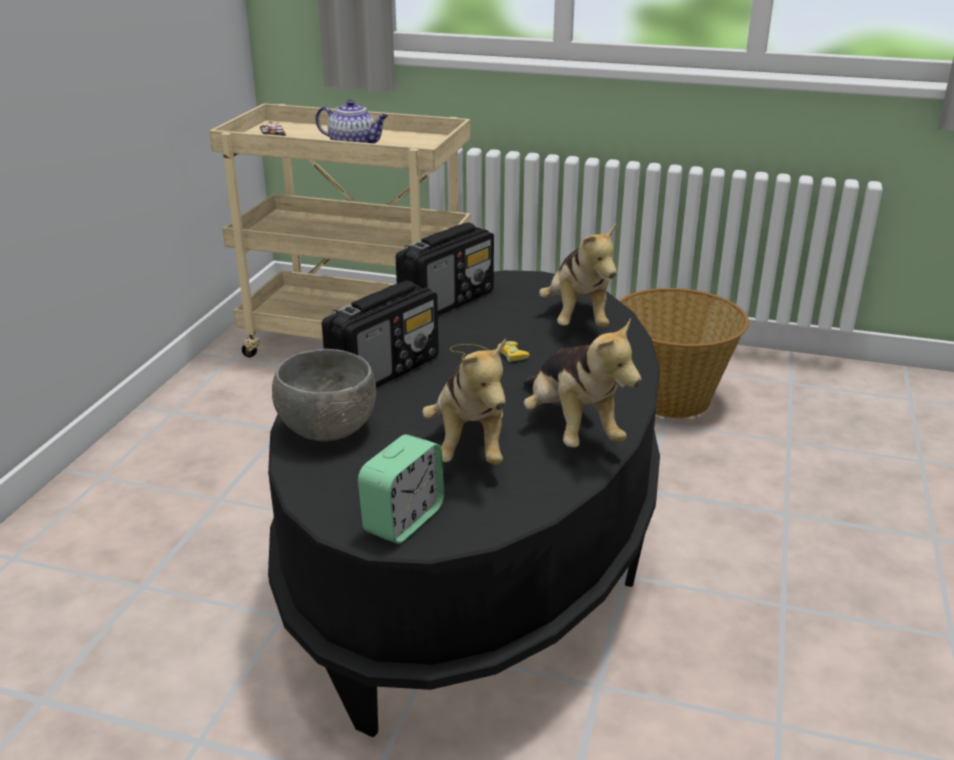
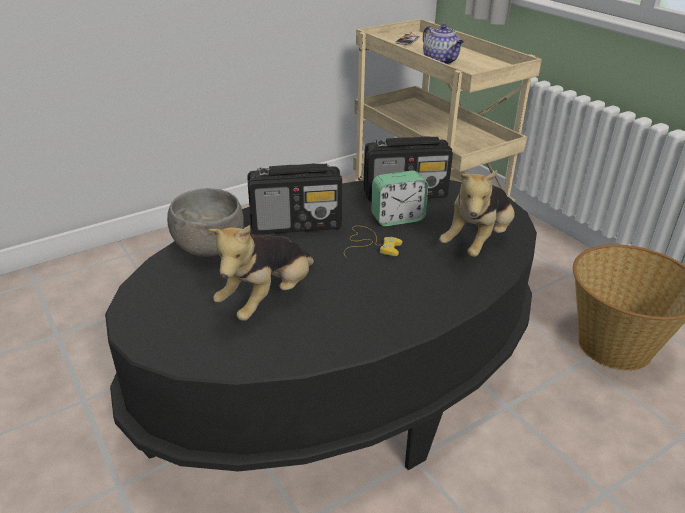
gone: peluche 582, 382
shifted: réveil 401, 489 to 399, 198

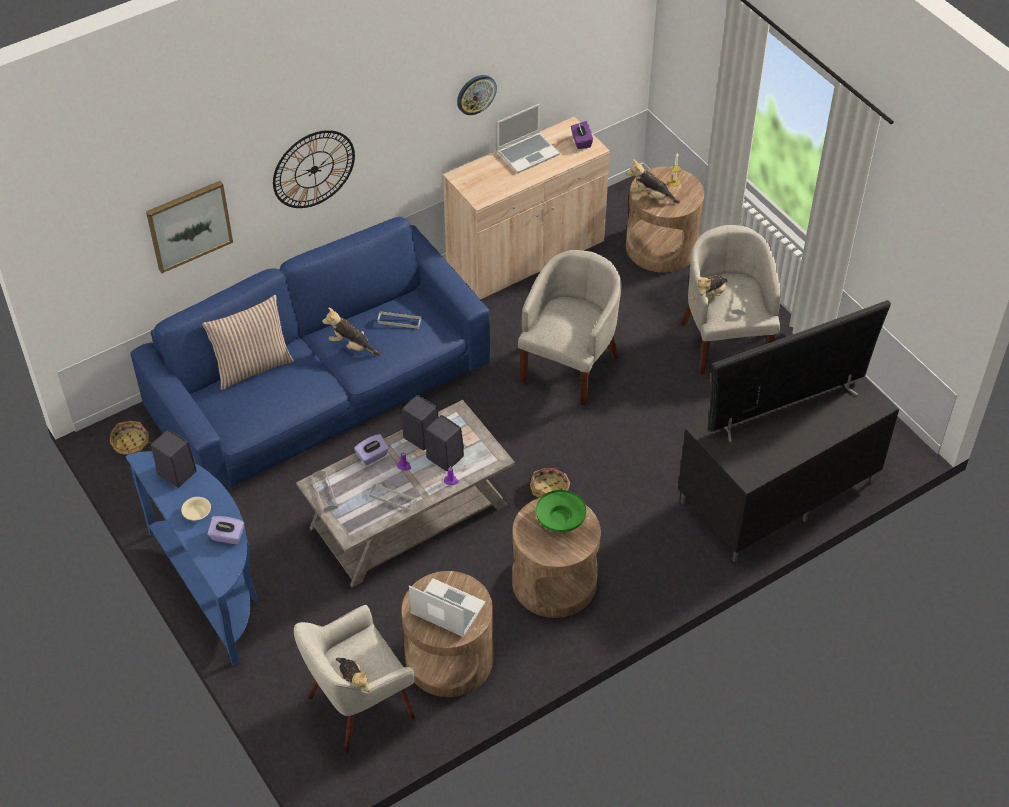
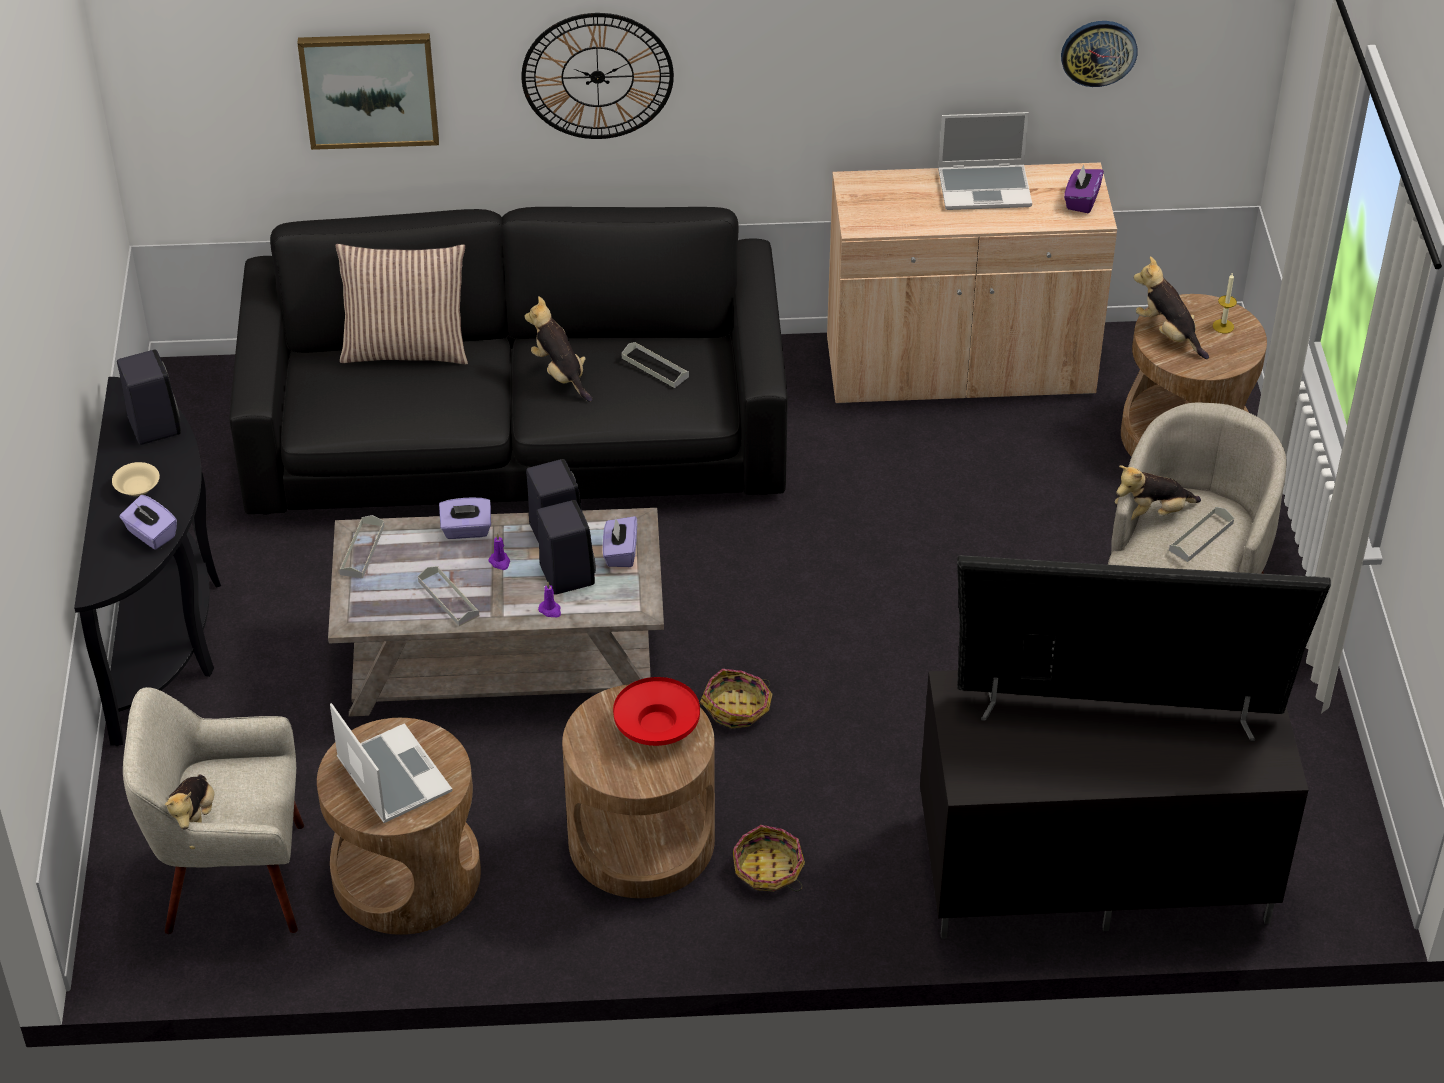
gone: fauteuil/beige 569, 328
new: boîte à mouchoirs/violet 619, 541
shifted: panier 130, 438 to 769, 858; horloge murale 477, 95 to 1099, 54
repainted: table console/bleu 192, 558 to table console/noir 147, 561; canapé/bleu 310, 354 to canapé/noir 508, 361; bol/vert 561, 511 to bol/rouge 656, 711

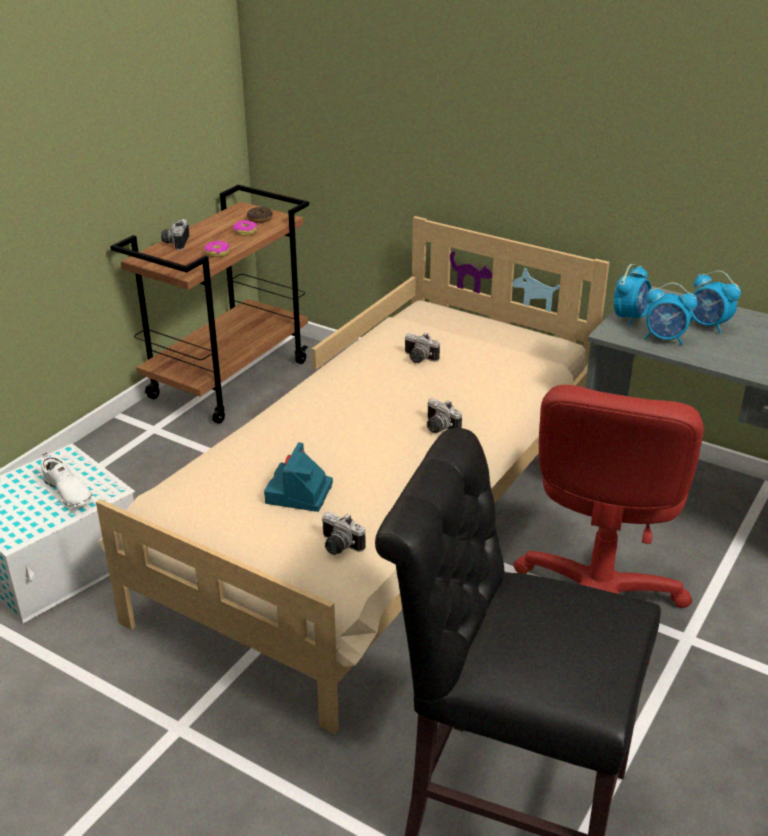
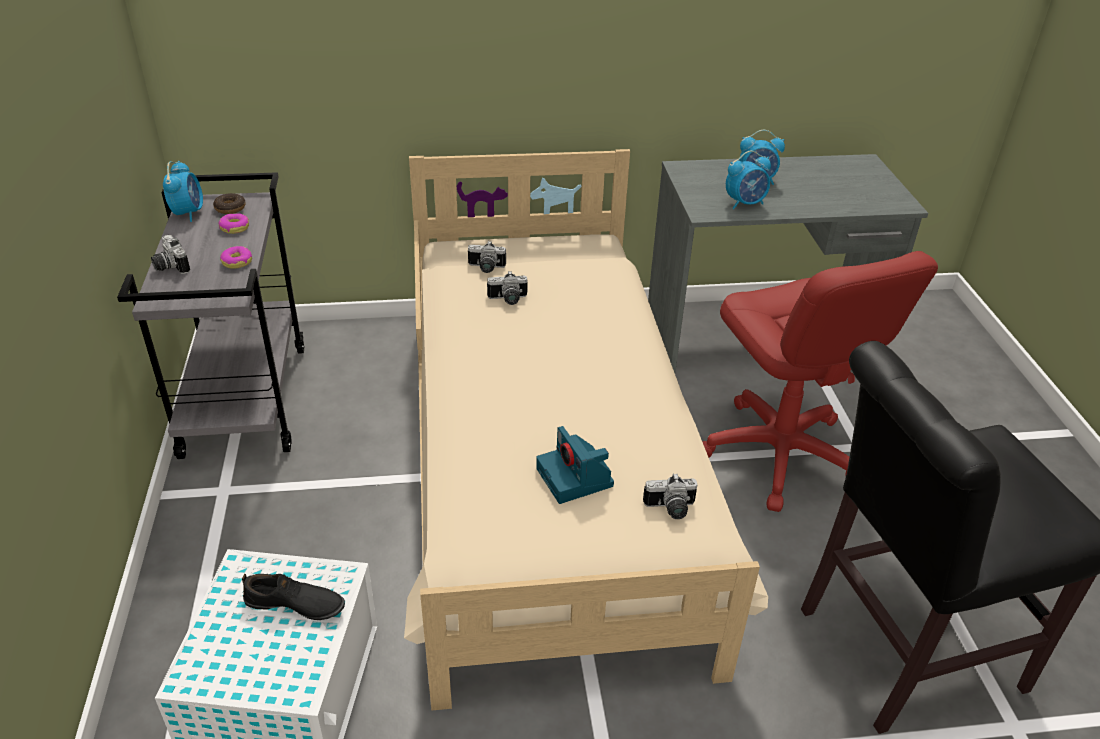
shifted: réveil 633, 295 to 183, 191; appareil photo 444, 415 to 487, 257
repainted: chariot/marron 209, 304 to chariot/gris 210, 315; chaussure/blanc 66, 480 to chaussure/noir 293, 597

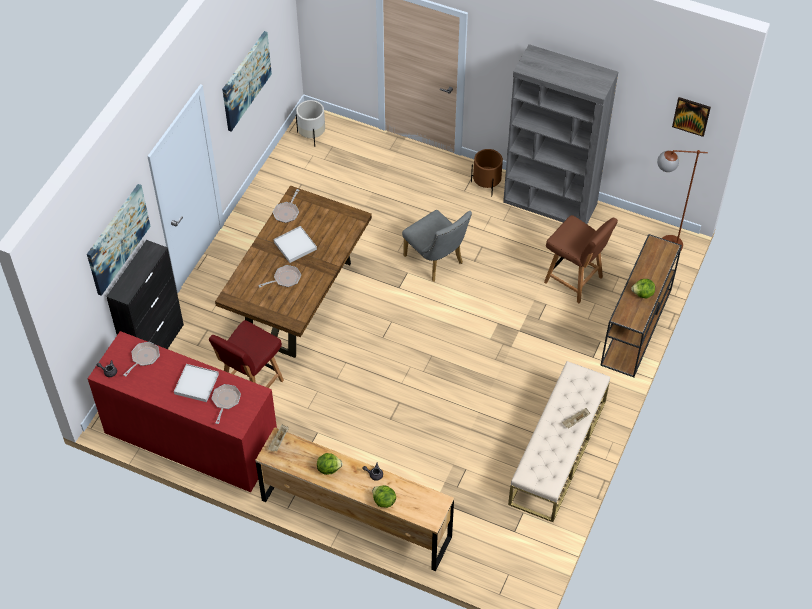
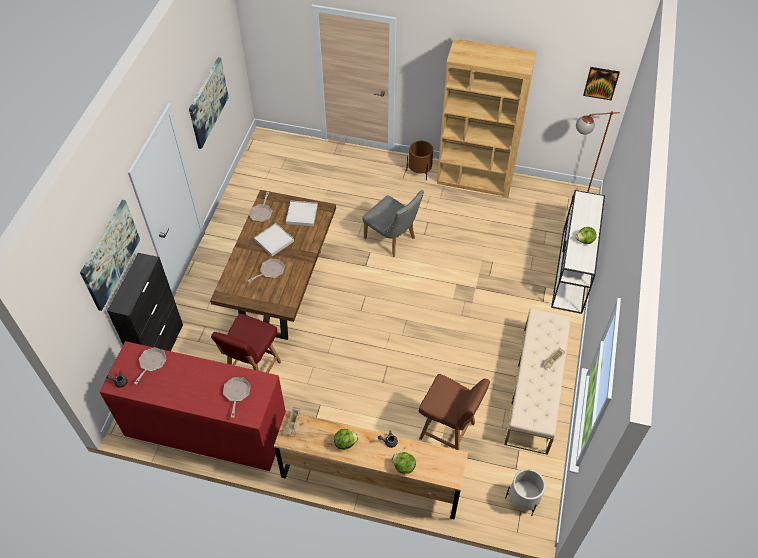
shifted: plateau/blanc 196, 383 to 302, 213; chaise/marron 581, 259 to 454, 412; cache-pot/blanc 310, 123 to 525, 492
repainted: bibliothèque/gris 560, 134 to bibliothèque/marron 487, 118; table console/marron 641, 305 to table console/blanc 578, 252

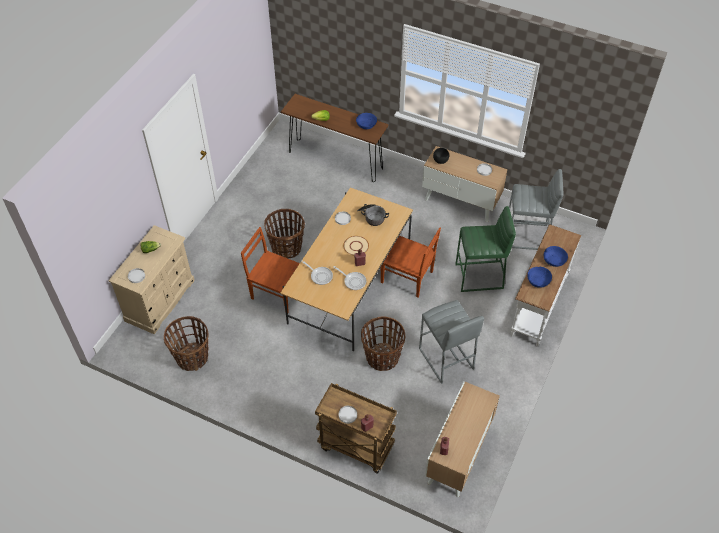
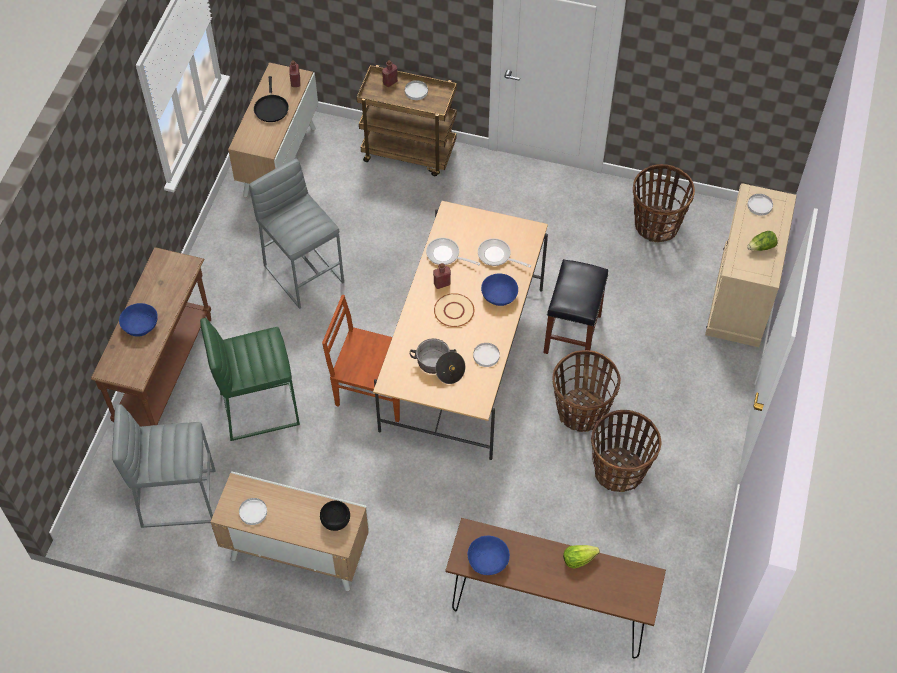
new: poêle/noir 271, 99
shifted: bol/bleu 539, 277 to 499, 290; panier 383, 343 to 626, 451
swapped: chaise/marron 270, 270 to tabouret/noir 575, 309
repainted: table console/blanc 546, 285 to table console/marron 151, 336

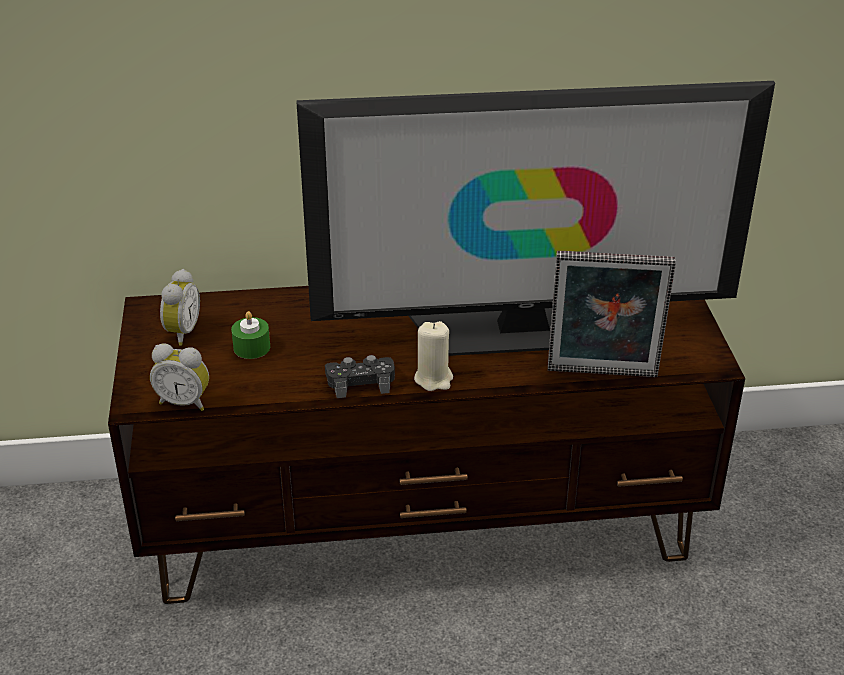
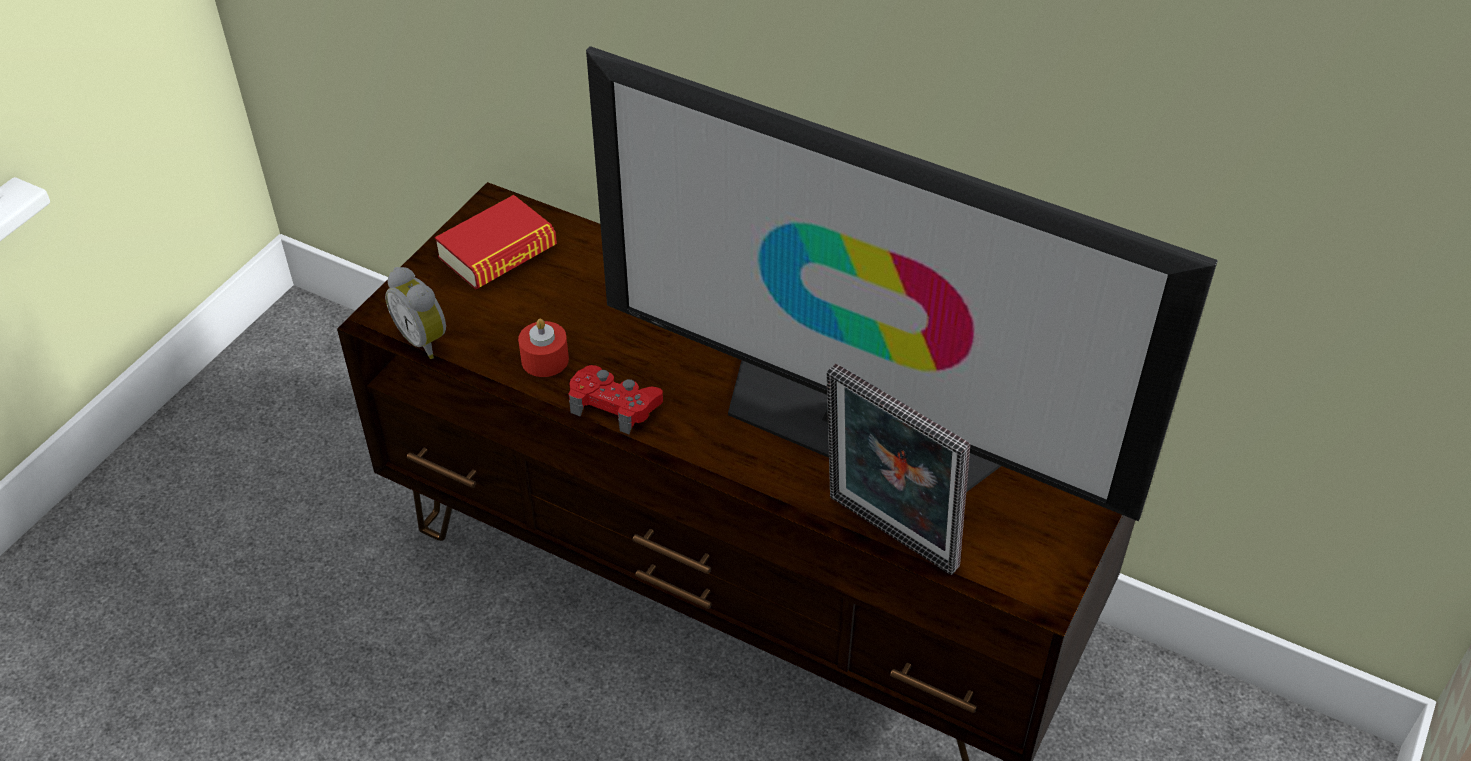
gone: bougie/vert 250, 335; bougie/beige 433, 356
new: bougie/rouge 543, 348
swapped: réveil 180, 307 to livre 496, 242
repainted: manette/noir 360, 376 to manette/rouge 616, 399

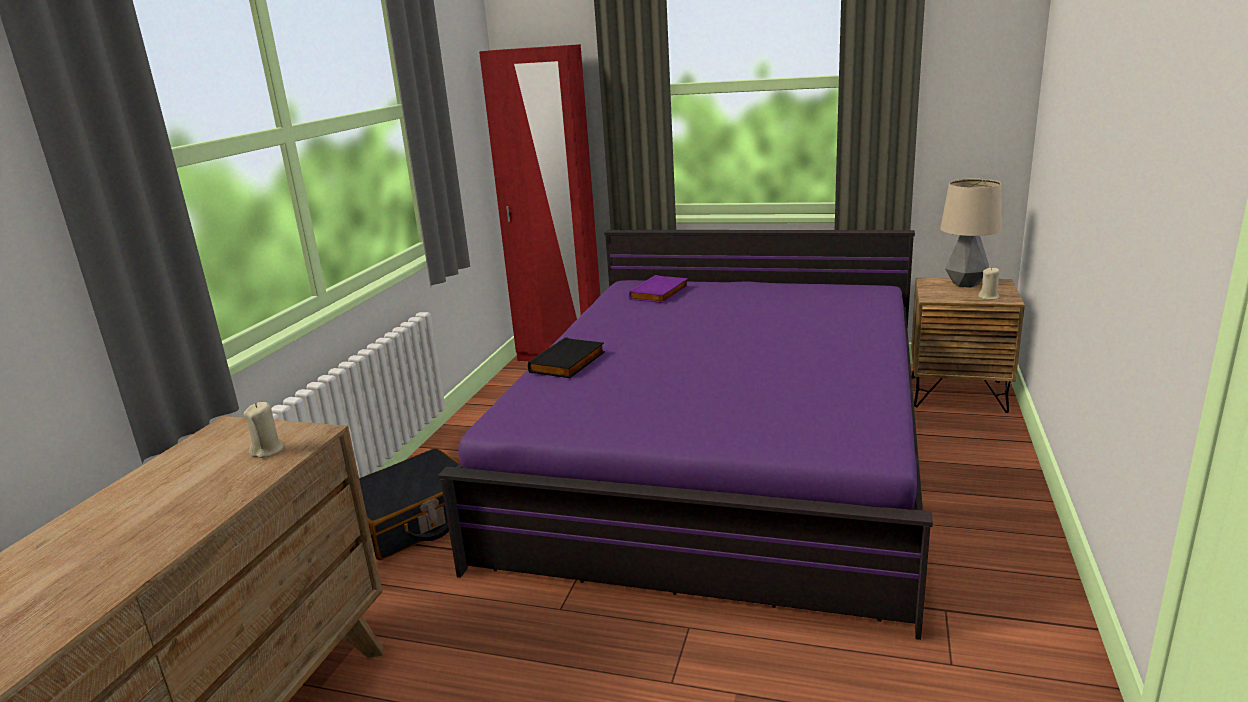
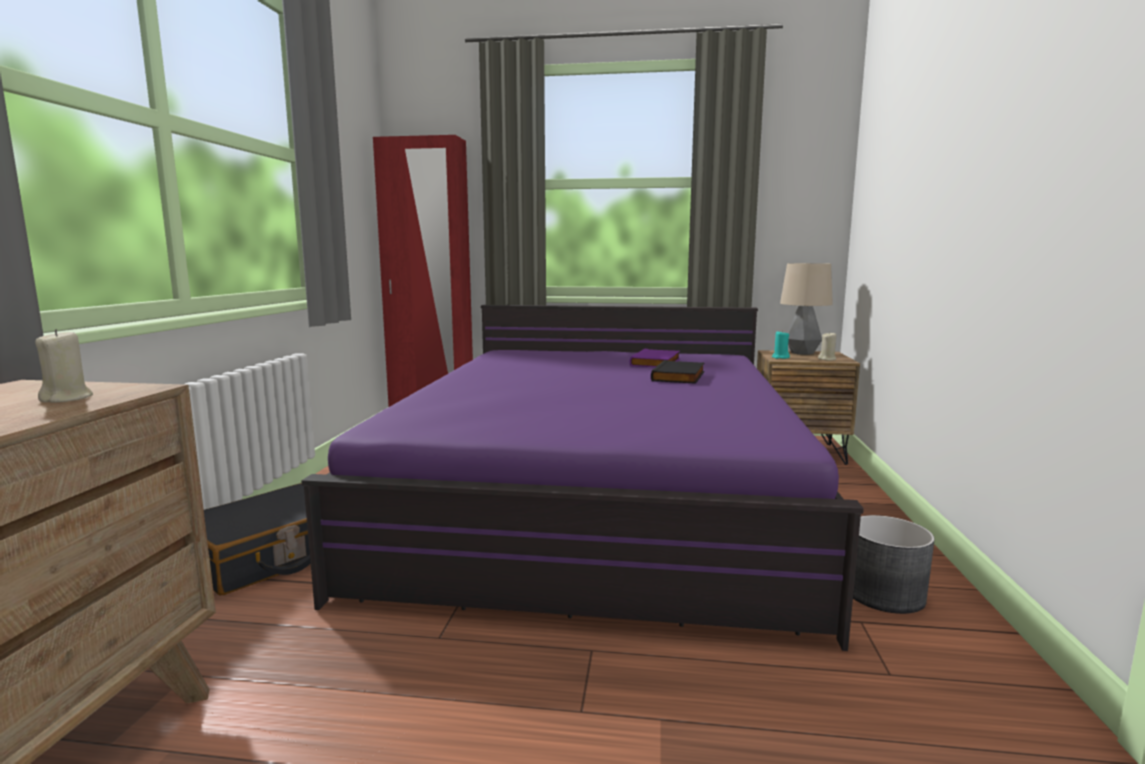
new: bougie/turquoise 781, 344; cache-pot/gris 894, 564
shifted: livre/violet 658, 289 to 655, 358; livre/noir 566, 357 to 677, 372

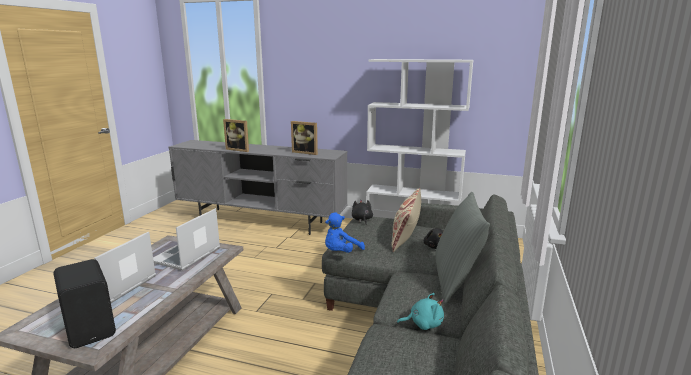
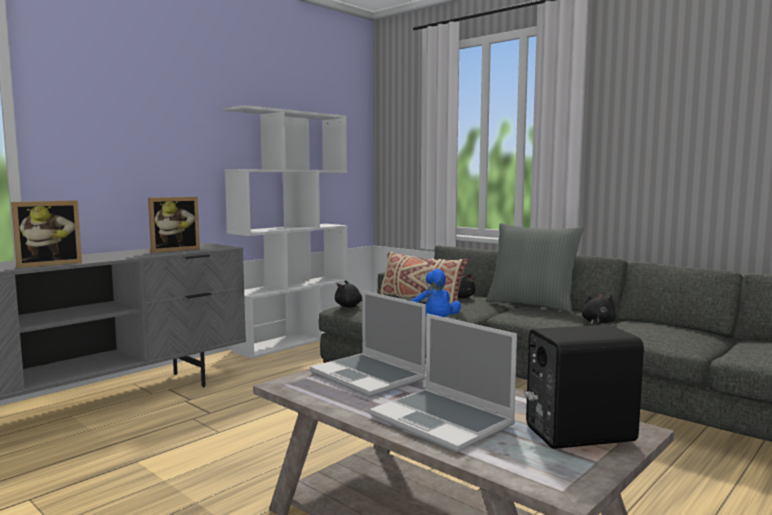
repainted: peluche/turquoise 420, 311 to peluche/noir 599, 309

